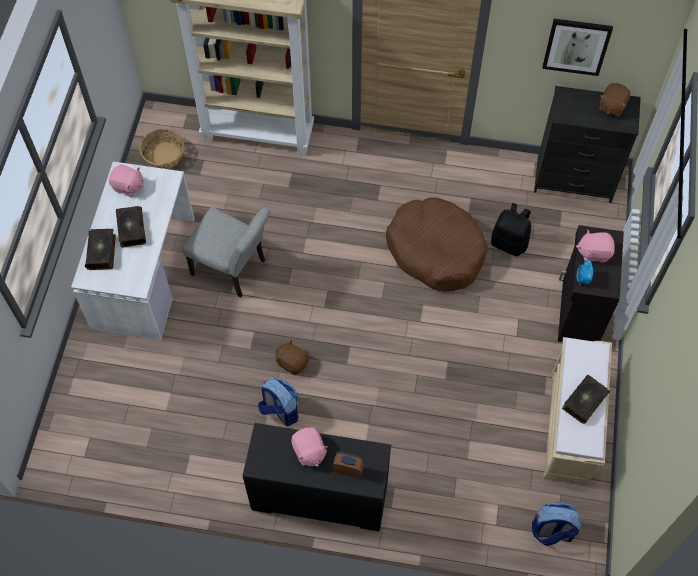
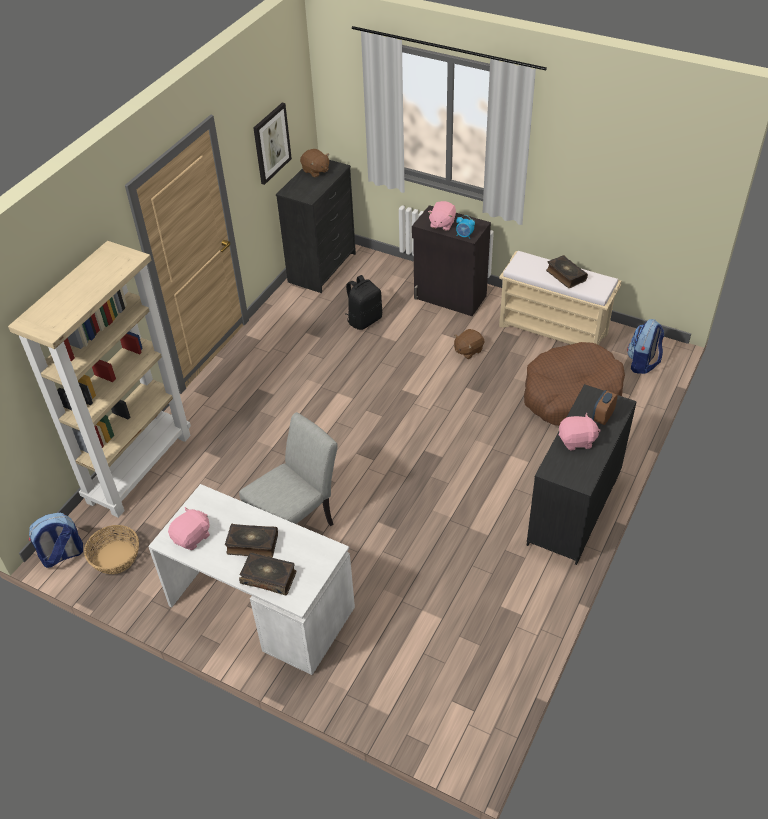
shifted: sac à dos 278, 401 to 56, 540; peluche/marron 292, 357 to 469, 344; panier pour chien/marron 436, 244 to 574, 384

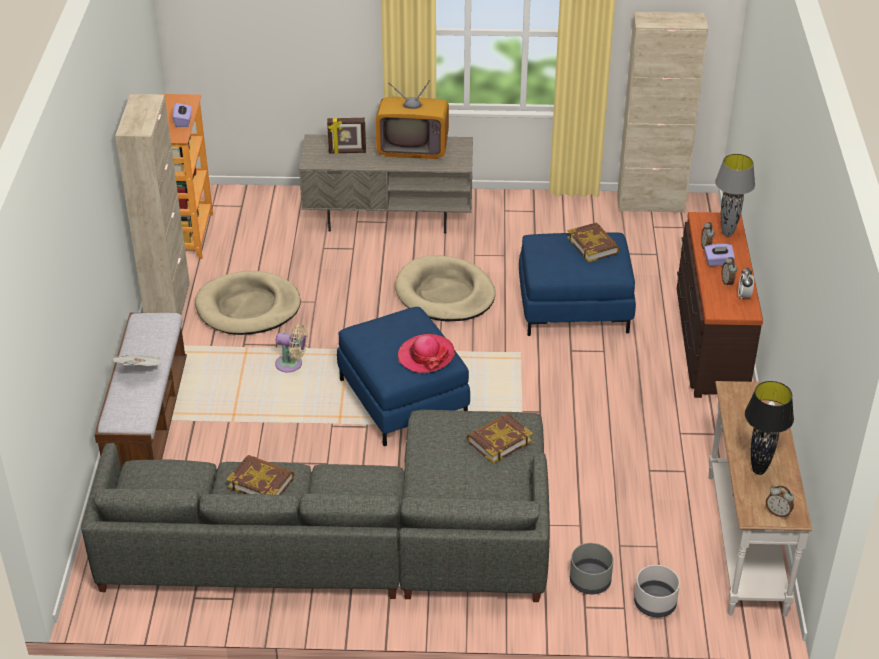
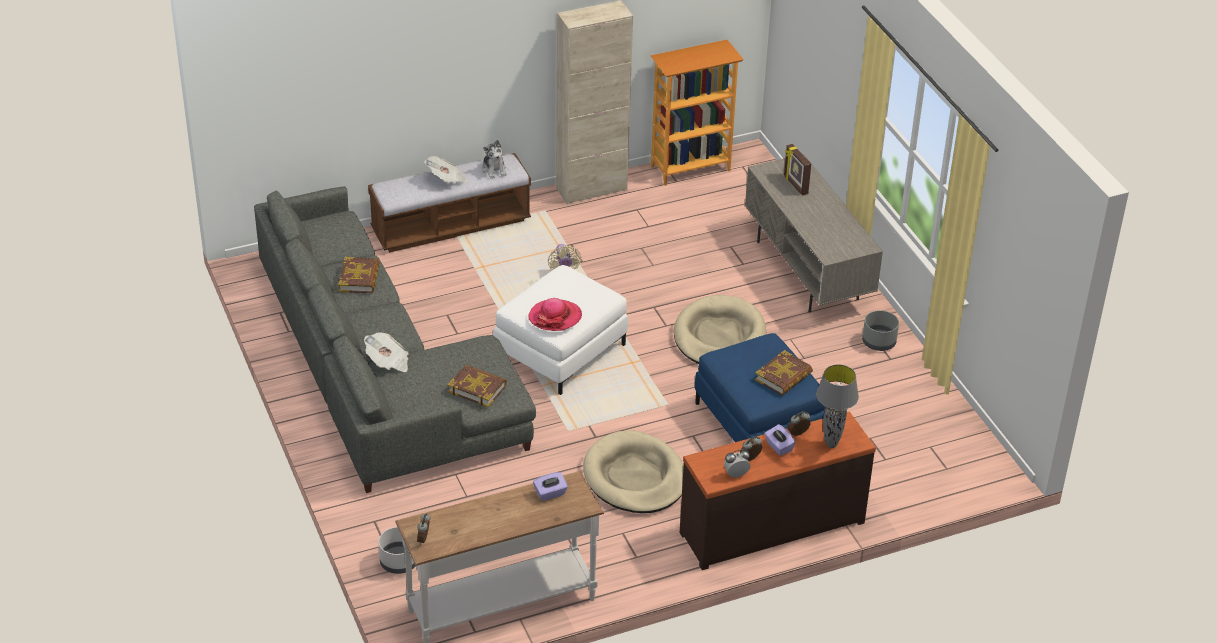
gone: téléviseur 412, 119; meuble de rangement/beige 662, 112; lampe de table/noir 769, 428
new: journal 386, 352; peluche 494, 159
shifted: boîte à mouchoirs/violet 182, 115 to 550, 486; panier pour chien/beige 248, 303 to 633, 471; cache-pot/gris 592, 568 to 880, 330
repainted: pouf/bleu 403, 376 to pouf/blanc 560, 330

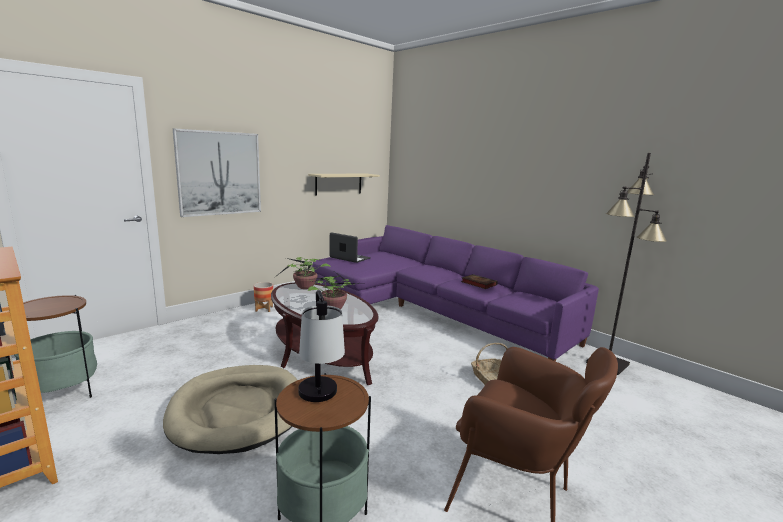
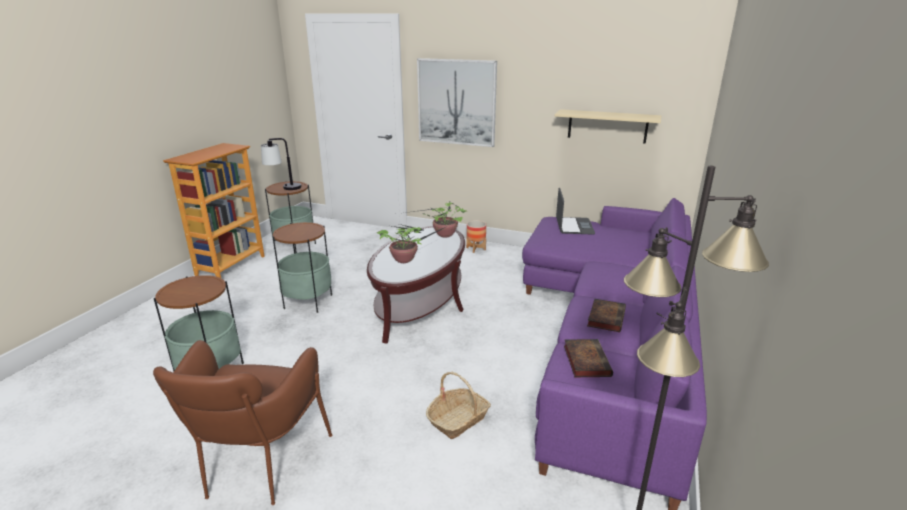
new: livre 588, 358
shifted: lampe de table 321, 346 to 281, 164
swapped: panier pour chien/beige 230, 409 to table d'appoint 302, 267

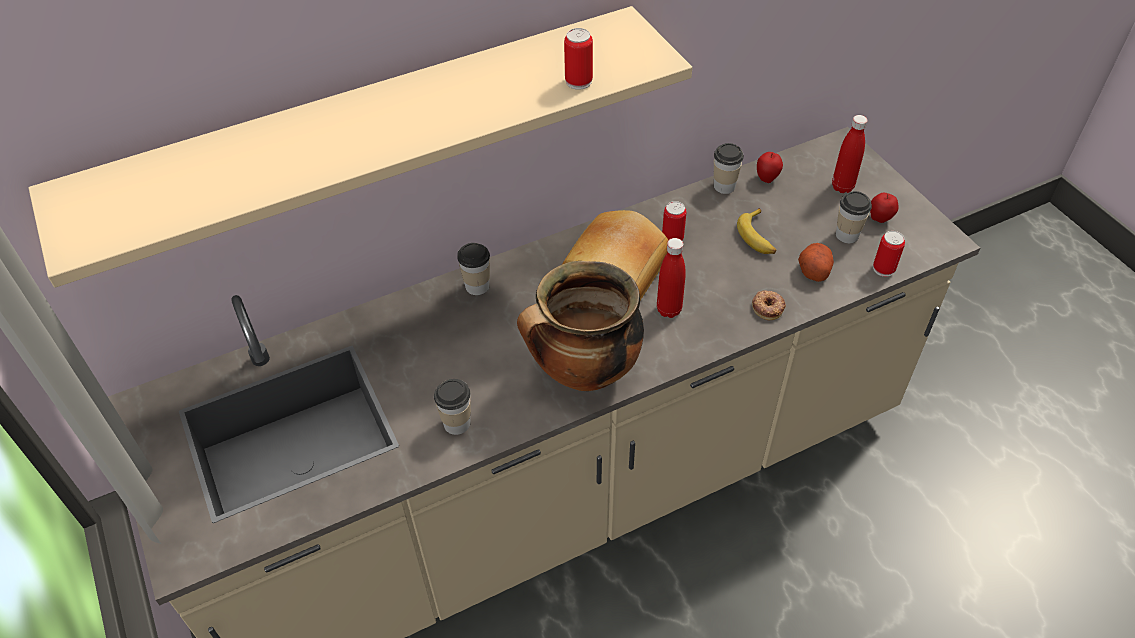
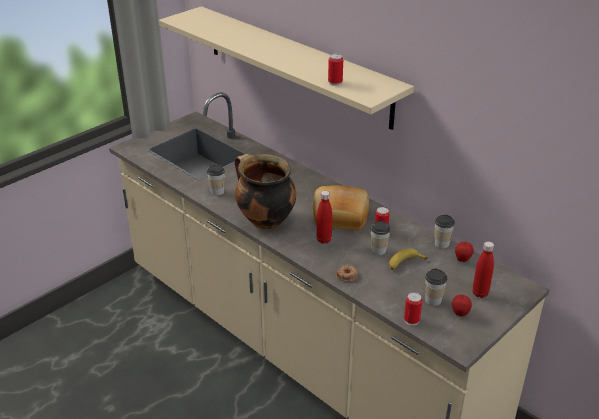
gone: pomme de terre 816, 262
shifted: tasse 473, 269 to 381, 238

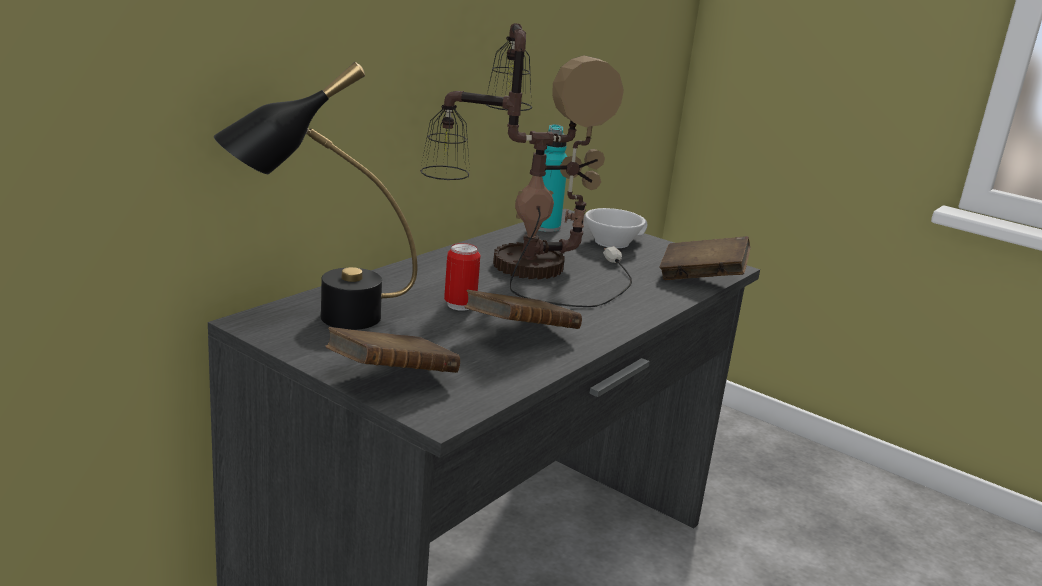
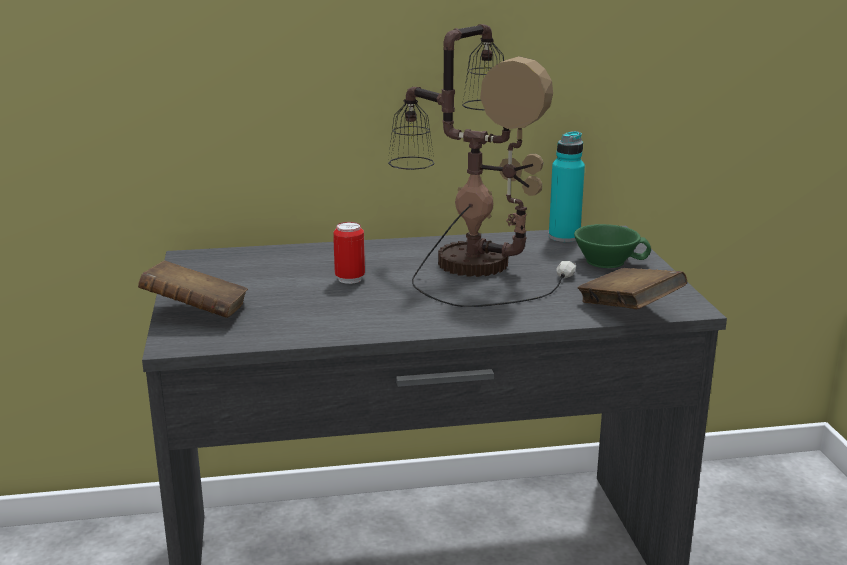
gone: lampe de table/noir 315, 196; livre/marron 523, 309
repainted: tasse/blanc 616, 228 to tasse/vert 612, 246

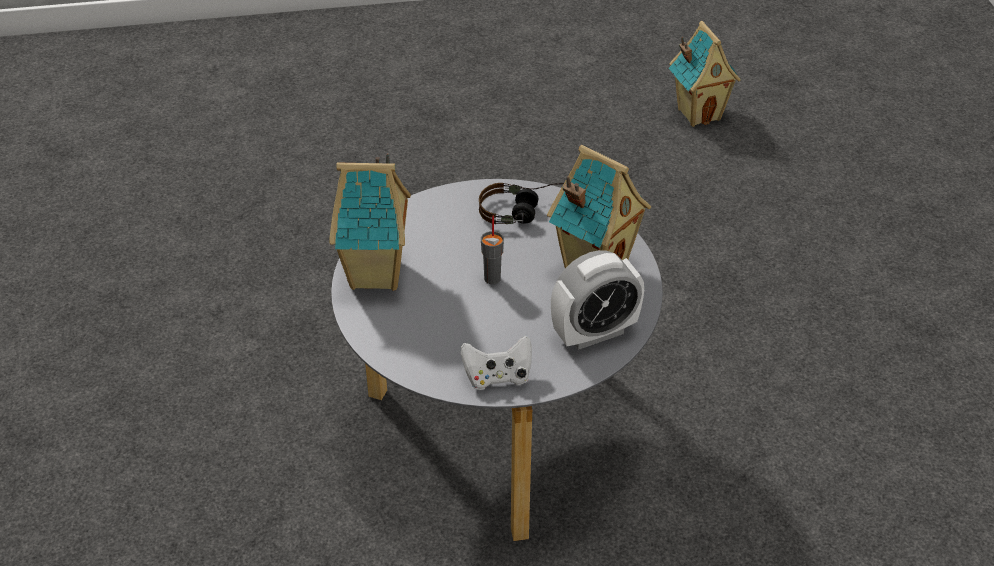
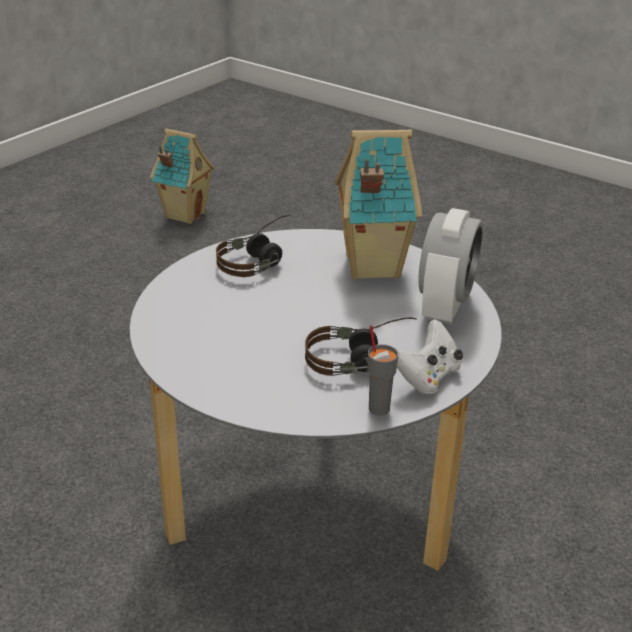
gone: maison miniature 370, 222
new: casque audio 361, 346
shifted: tasse/gris 492, 250 to 383, 370

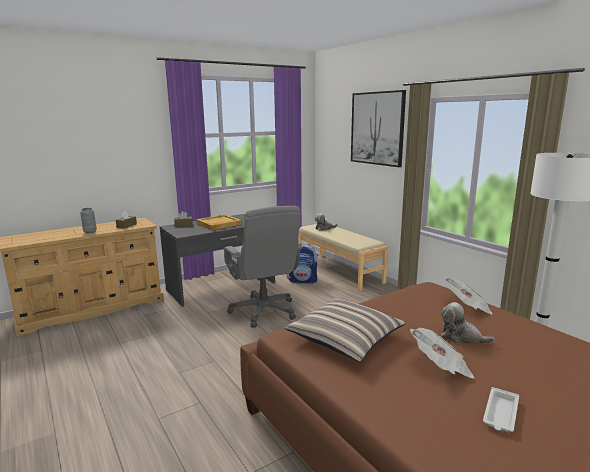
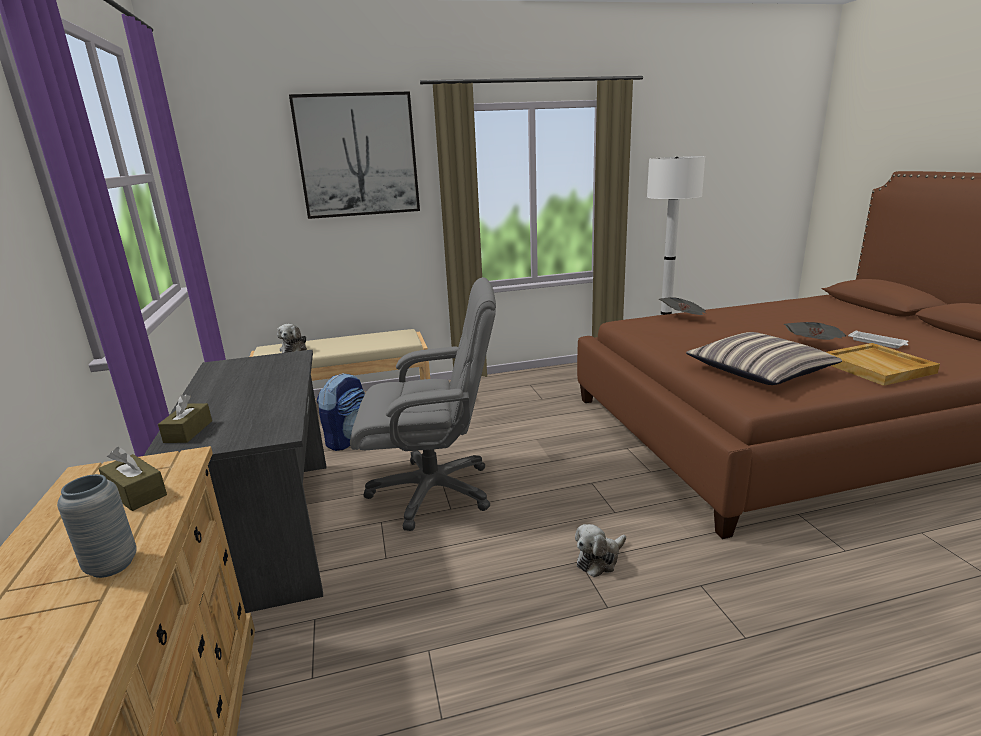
shifted: peluche 468, 323 to 600, 550; plateau/beige 219, 222 to 883, 364

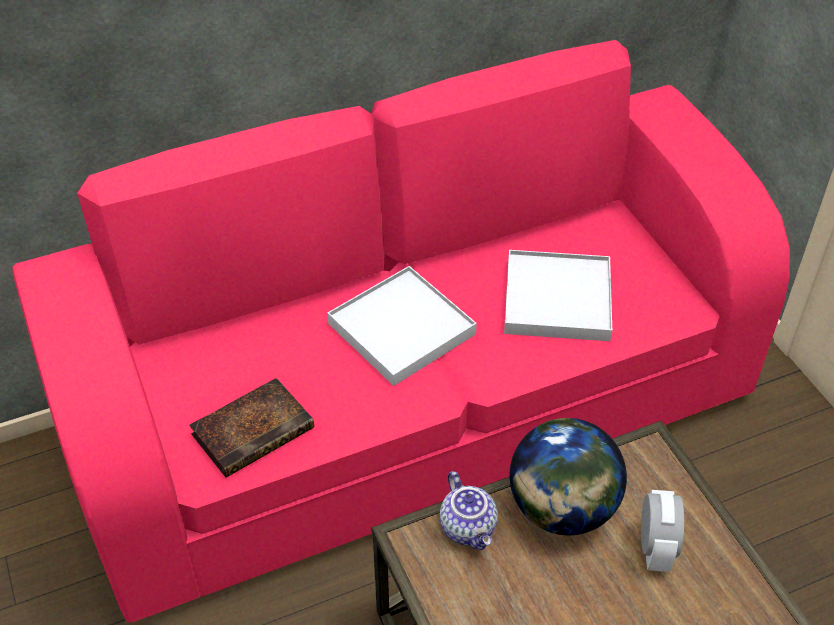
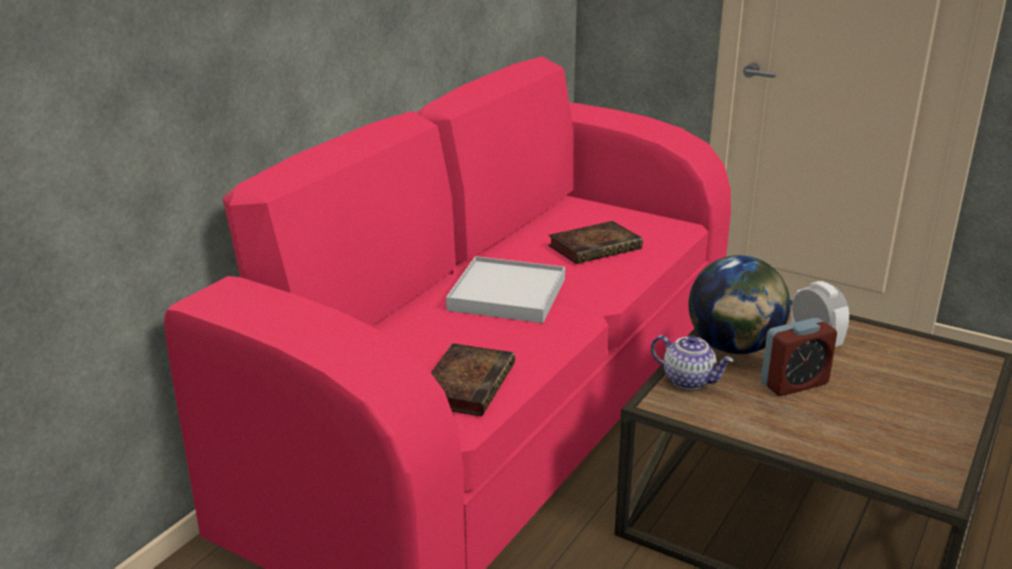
new: réveil 799, 357
swapped: plateau/blanc 558, 295 to livre 595, 242

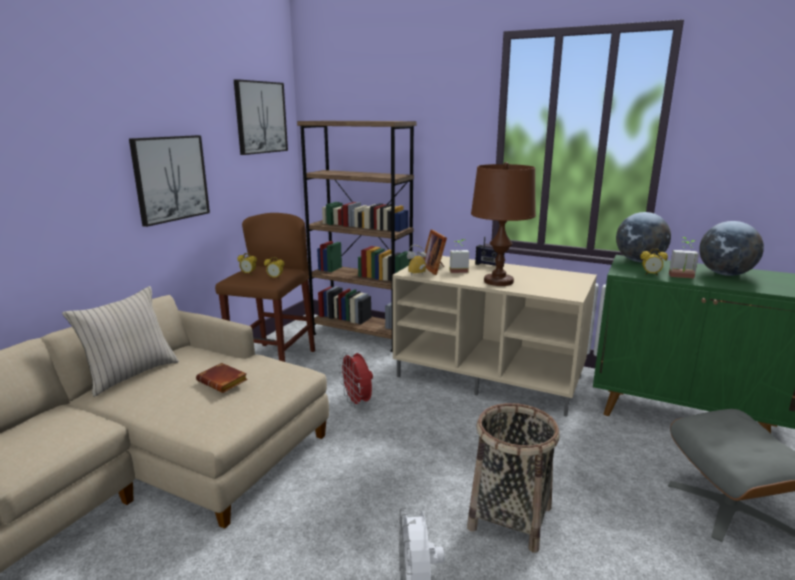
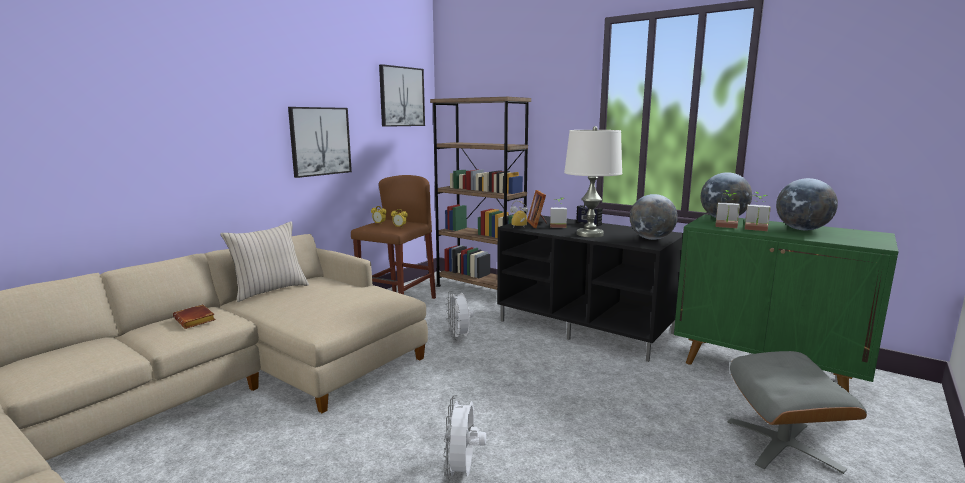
gone: panier 513, 477
new: globe 654, 217
shifted: livre/marron 222, 378 to 194, 316
swapped: réveil 654, 262 to plante en pot 727, 209
repainted: ventilateur/rouge 355, 380 to ventilateur/blanc 460, 316; meuble télé/beige 495, 336 to meuble télé/noir 590, 288; lampe de table/marron 503, 224 to lampe de table/blanc 593, 182

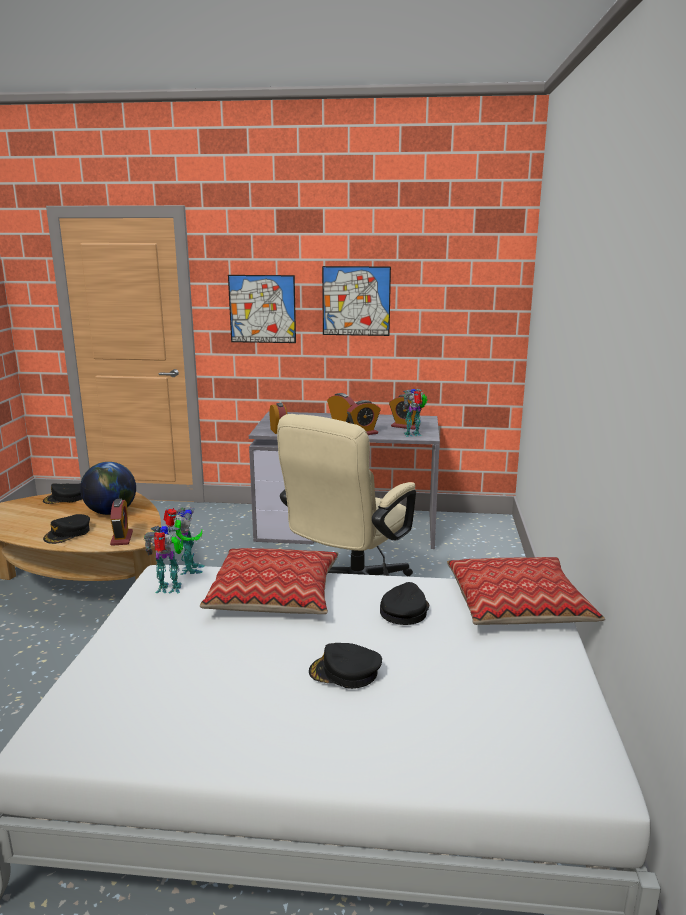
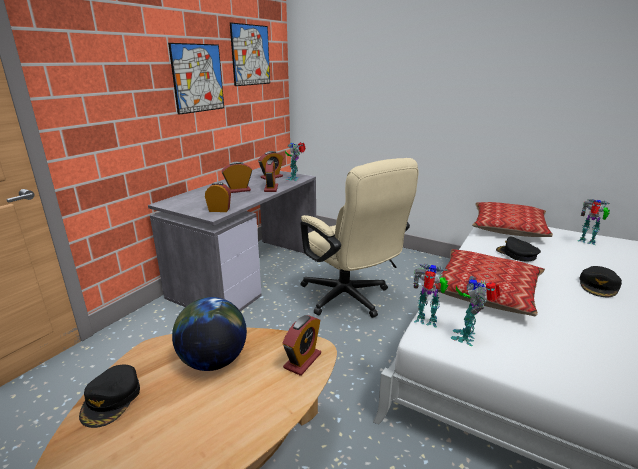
gone: casquette/noir 66, 529
new: robot jouet 594, 222
shifted: tableau 262, 309 to 250, 54
rotated: réveil 121, 522 = 301, 345 105 degrees clockwise

